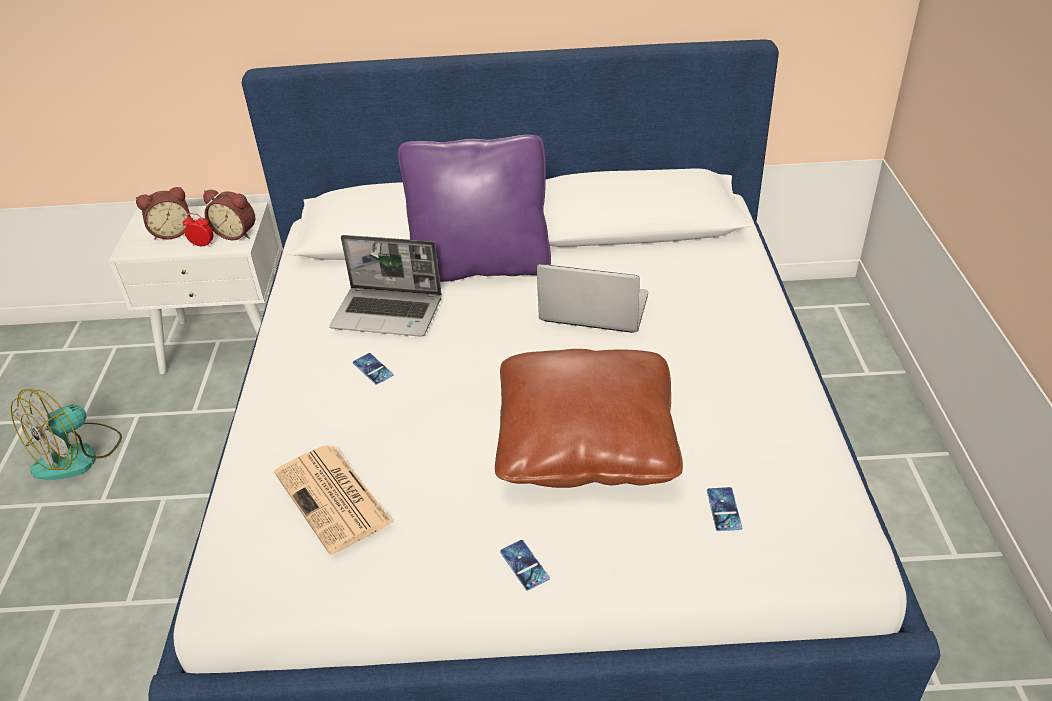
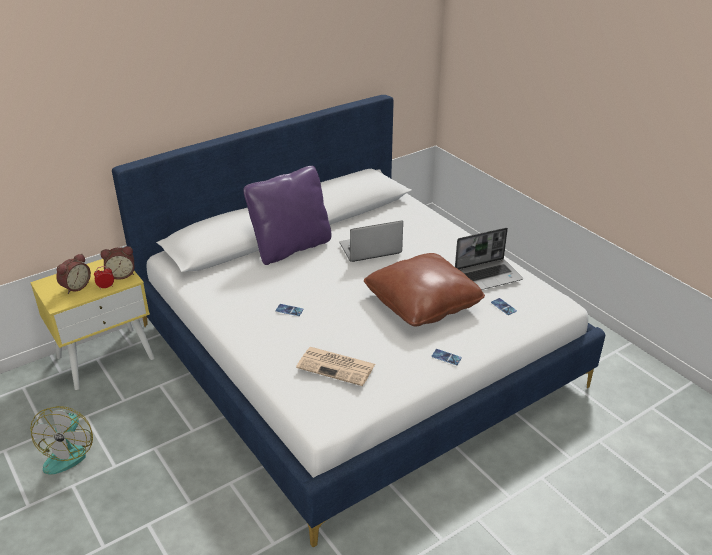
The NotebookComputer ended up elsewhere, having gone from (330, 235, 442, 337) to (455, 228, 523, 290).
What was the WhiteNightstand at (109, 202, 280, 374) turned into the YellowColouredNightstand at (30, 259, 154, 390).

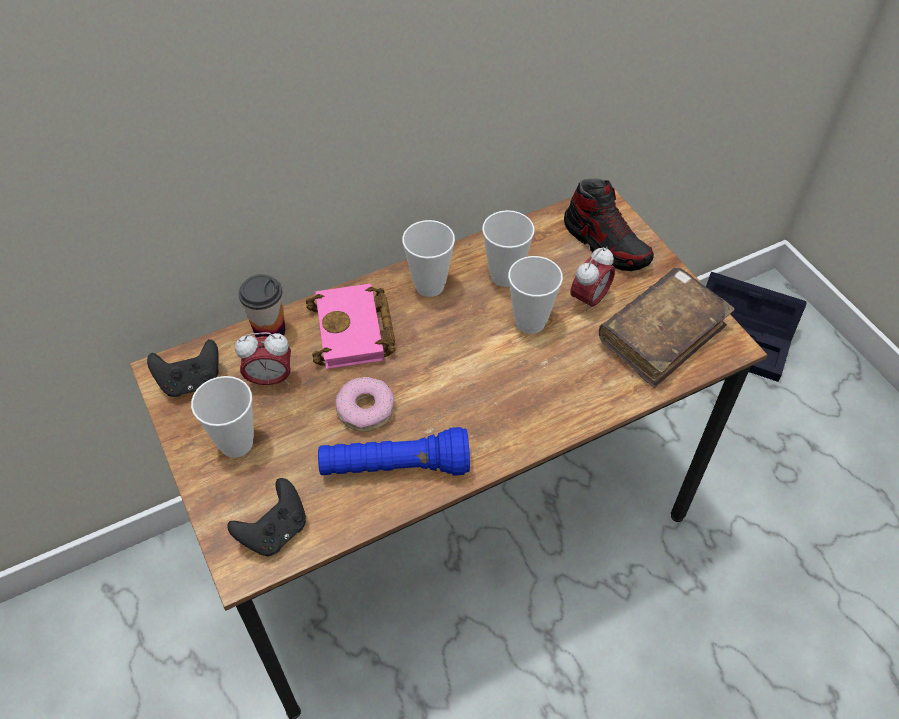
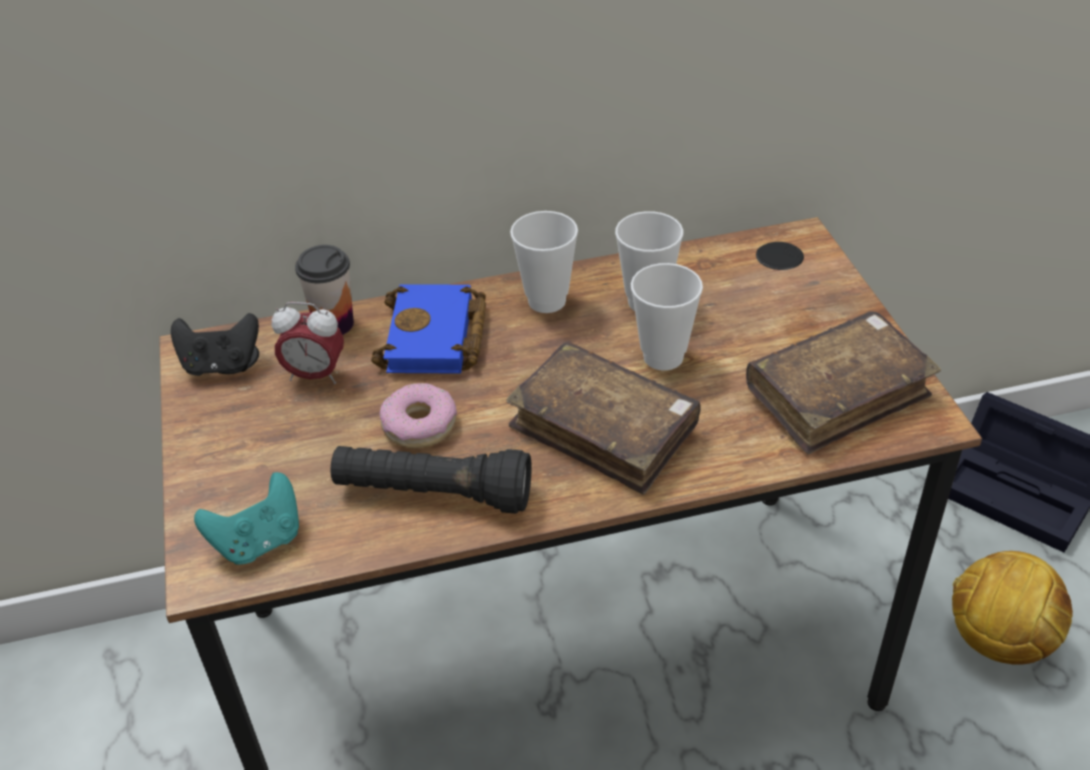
The second view lost the Cup at (191, 376, 254, 458).
The second view lost the ItemOfFootwear at (564, 178, 654, 271).
The second view lost the AlarmClock at (571, 246, 615, 314).
The second view gained the BrownBook at (507, 341, 701, 494).
The second view gained the FootballBall at (952, 551, 1073, 665).
What was the BlackColouredJoypad at (227, 478, 306, 556) turned into the BlueGreenJoypad at (194, 472, 299, 565).
What was the PinkColouredBook at (306, 284, 396, 369) turned into the BlueColouredBook at (371, 285, 486, 374).
What was the BlueColouredTorch at (318, 427, 470, 476) turned into the BlackColouredTorch at (331, 446, 532, 514).

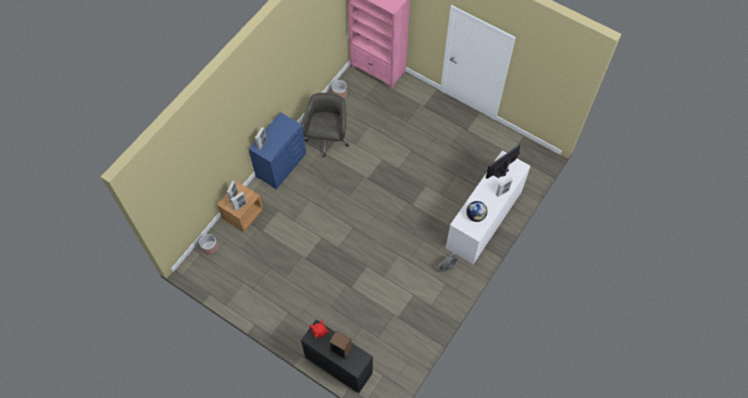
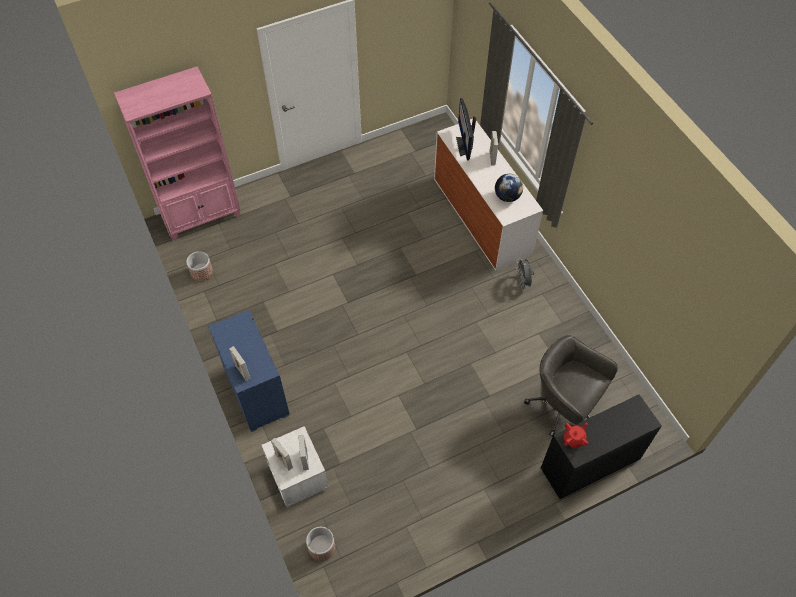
The second view lost the Loudspeaker at (329, 331, 352, 359).
The GrayComputerChair ended up elsewhere, having gone from (301, 93, 349, 157) to (524, 335, 618, 437).
What was the BrownNightstand at (217, 181, 263, 232) turned into the WhiteNightstand at (262, 426, 329, 507).

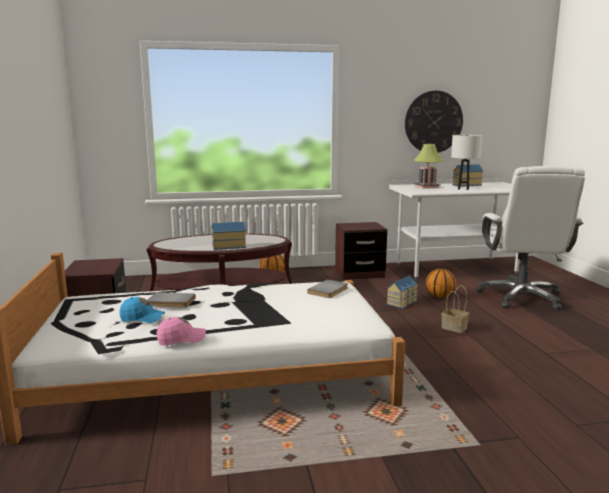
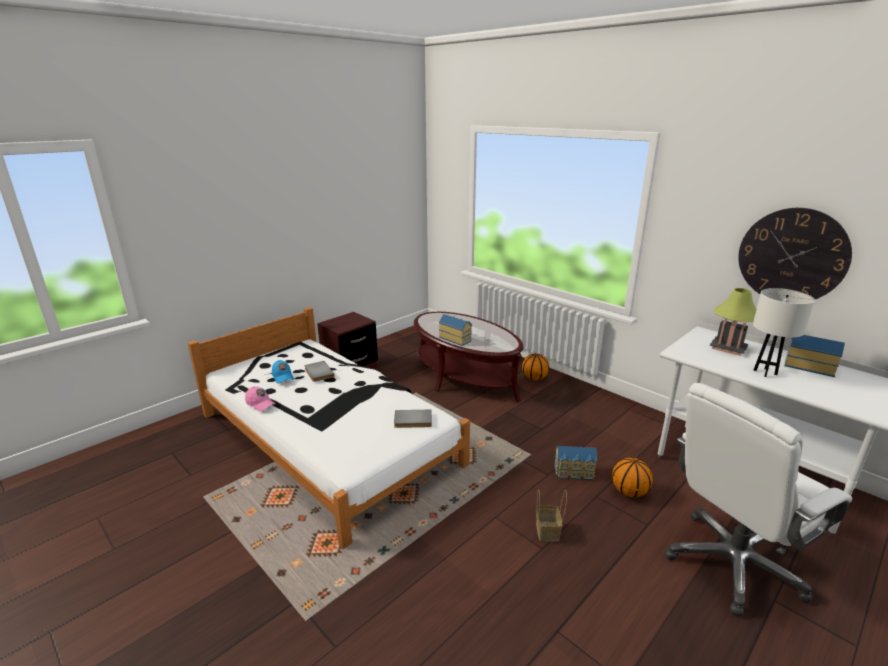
The second view lost the BrownNightstand at (335, 222, 387, 280).

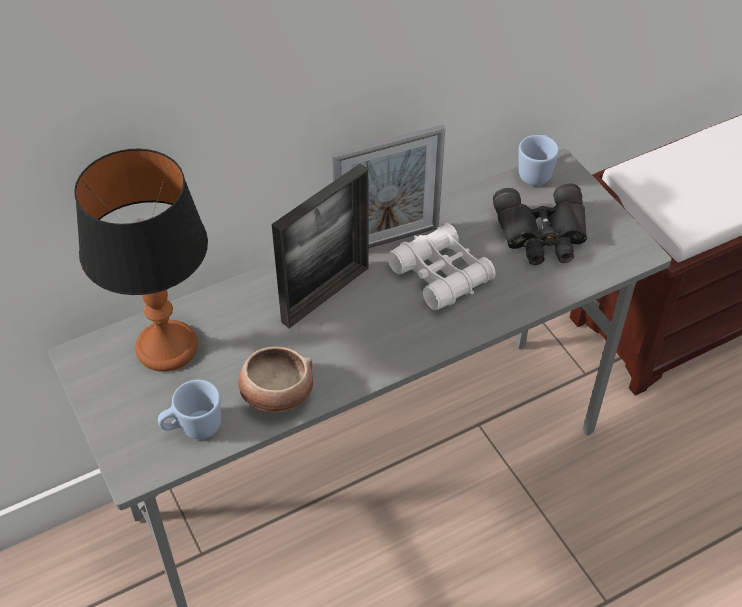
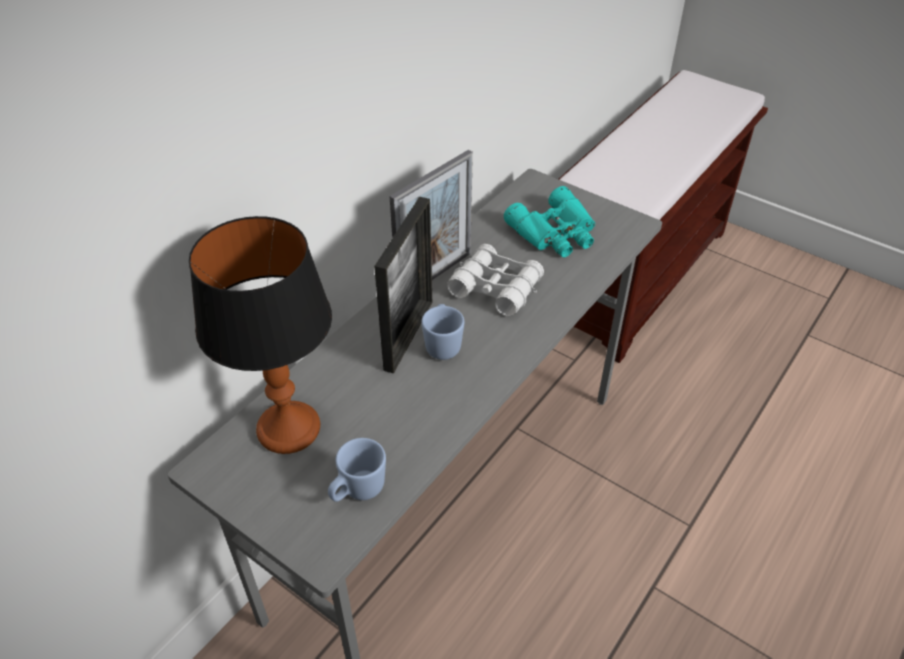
The second view lost the DeepDish at (239, 346, 313, 412).
The BlueColouredMug ended up elsewhere, having gone from (519, 135, 559, 186) to (421, 304, 464, 360).
What was the BlackColouredPairOfBinoculars at (493, 184, 587, 265) turned into the BlueGreenPairOfBinoculars at (504, 186, 595, 257).

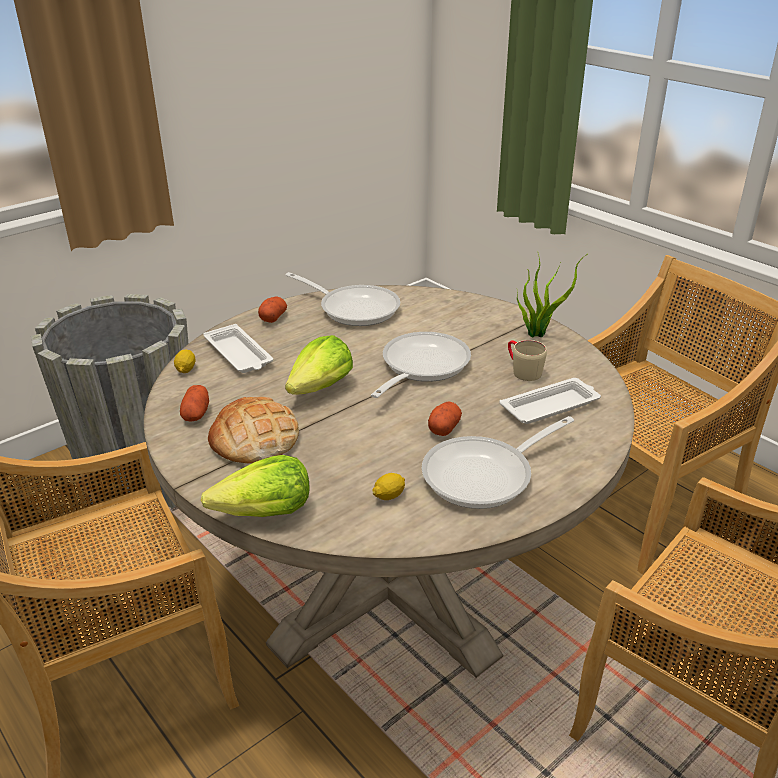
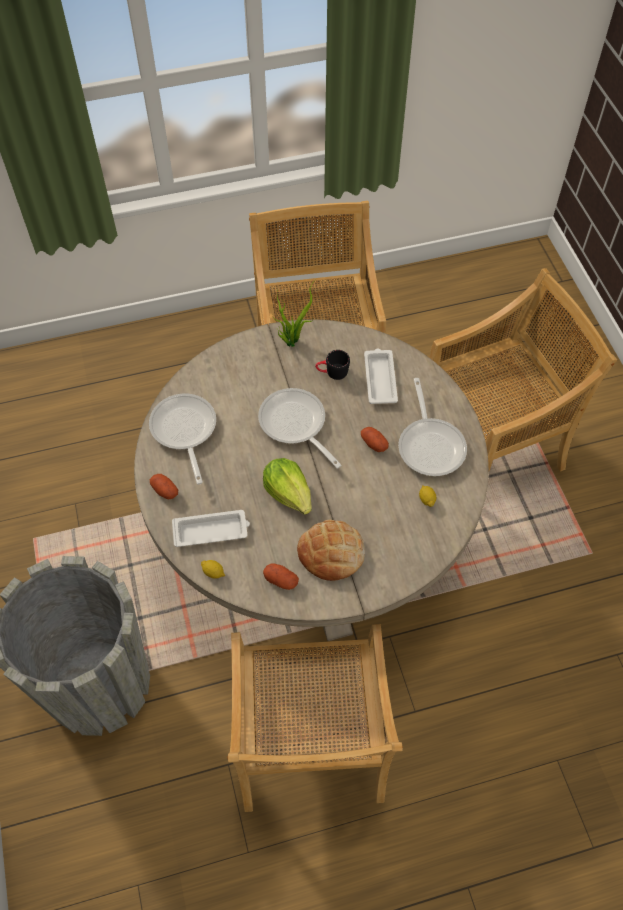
The second view lost the Lettuce at (201, 455, 309, 517).
What was the BeigeColouredMug at (508, 340, 547, 381) turned into the BlackColouredMug at (315, 350, 350, 380).
The FryingPan at (285, 272, 400, 326) ended up facing another way, 75 degrees counterclockwise from before.

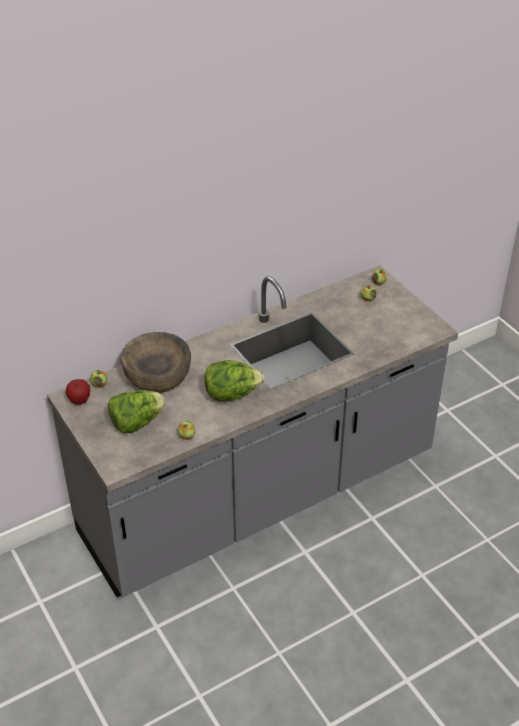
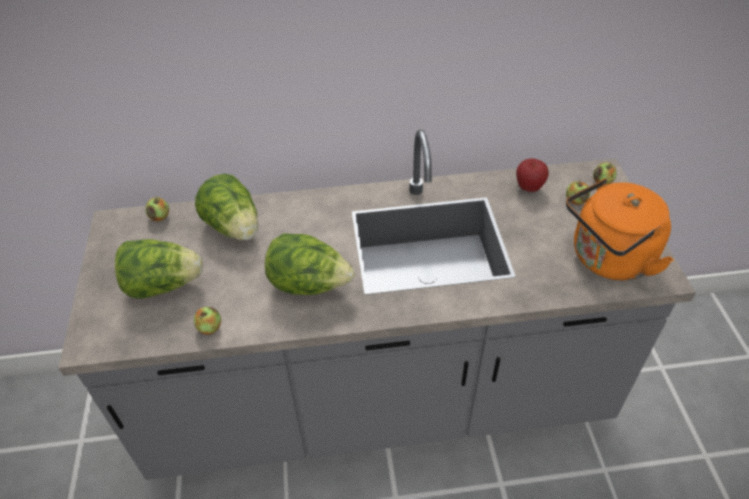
The second view gained the OrangeColouredWaterKettle at (566, 178, 674, 280).
The WholeApple ended up elsewhere, having gone from (66, 379, 90, 405) to (516, 158, 549, 192).
Where the BrownDeepDish stood at (121, 332, 191, 393), the Lettuce came to stand at (195, 174, 258, 240).

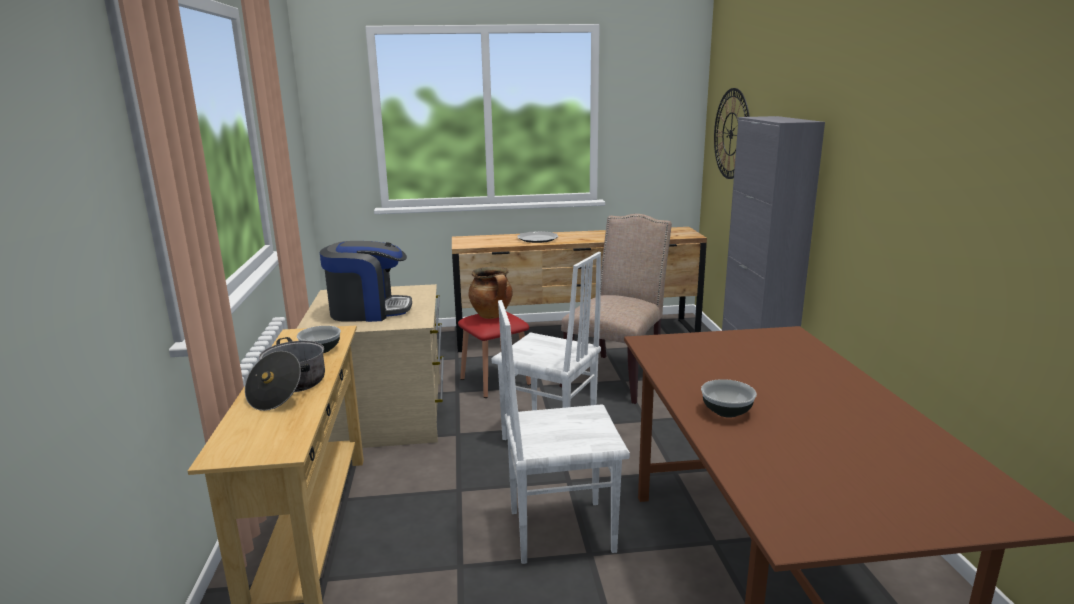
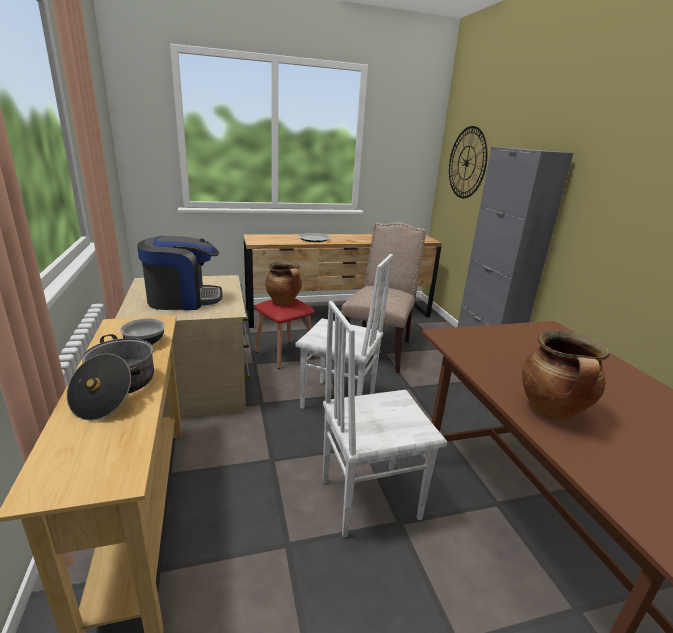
Where the DeepDish stood at (701, 379, 757, 418), the CookingPot came to stand at (522, 330, 609, 420).

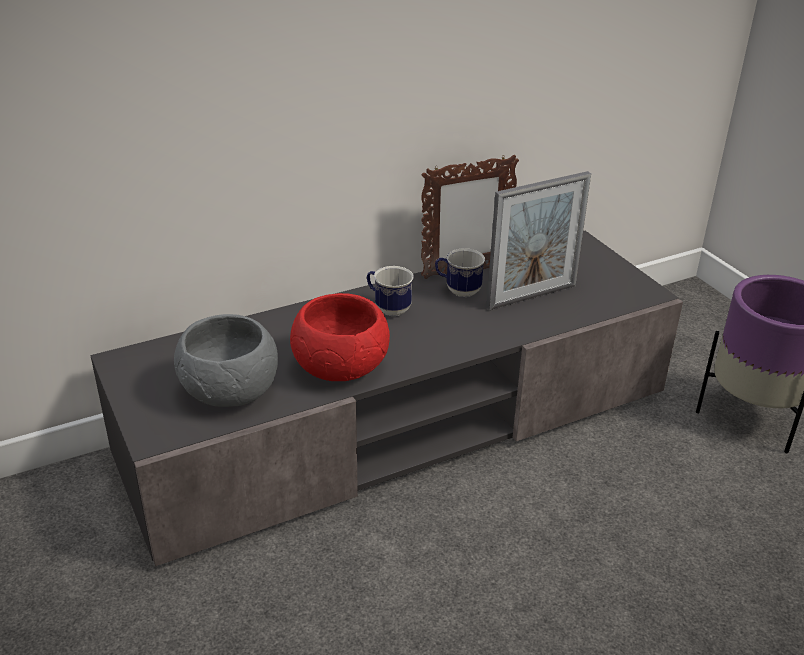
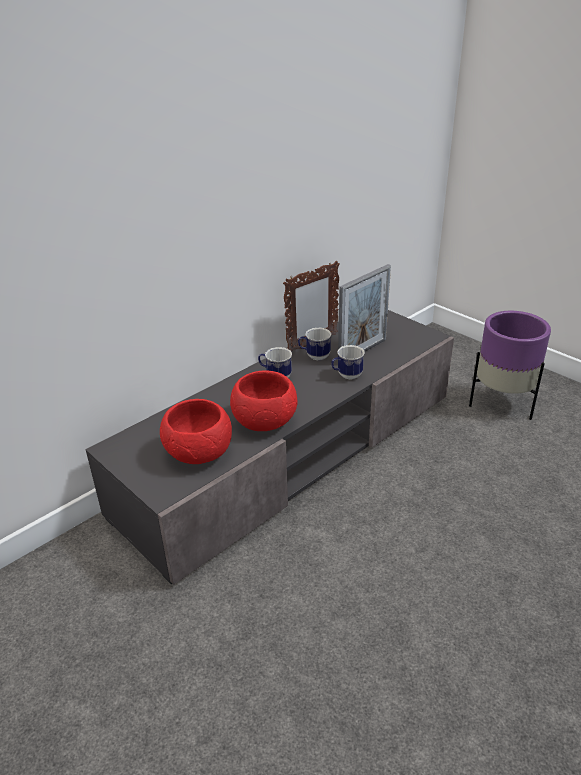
The second view gained the Mug at (331, 345, 365, 379).
What was the GrayDeepDish at (174, 314, 278, 407) turned into the RedDeepDish at (160, 399, 232, 464).

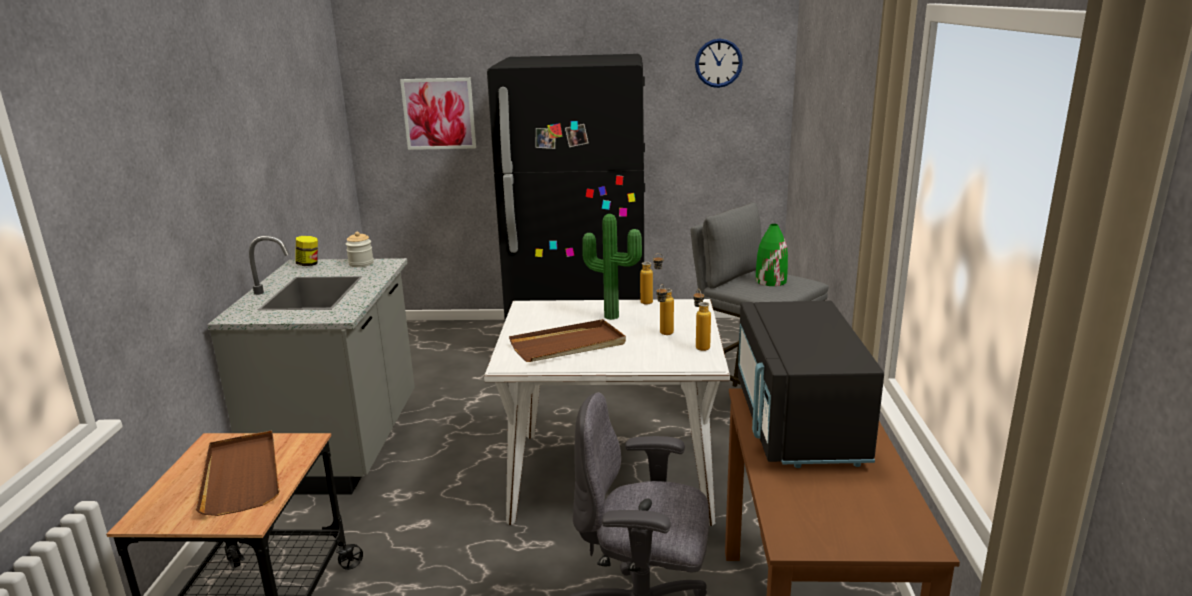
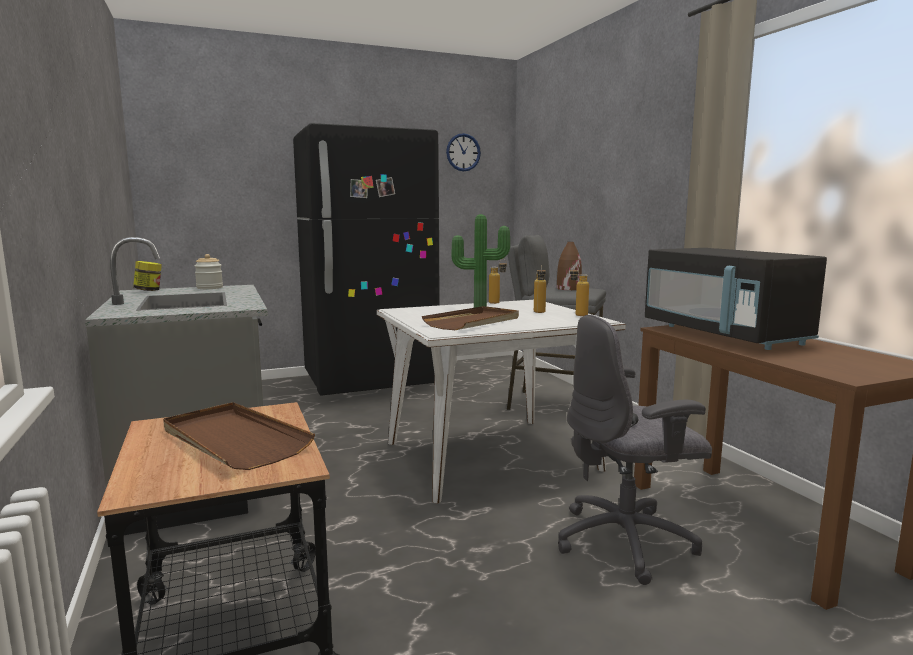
The second view lost the Picture at (400, 78, 476, 150).
What was the GreenVase at (756, 224, 788, 286) turned into the BrownVase at (557, 242, 582, 290).

